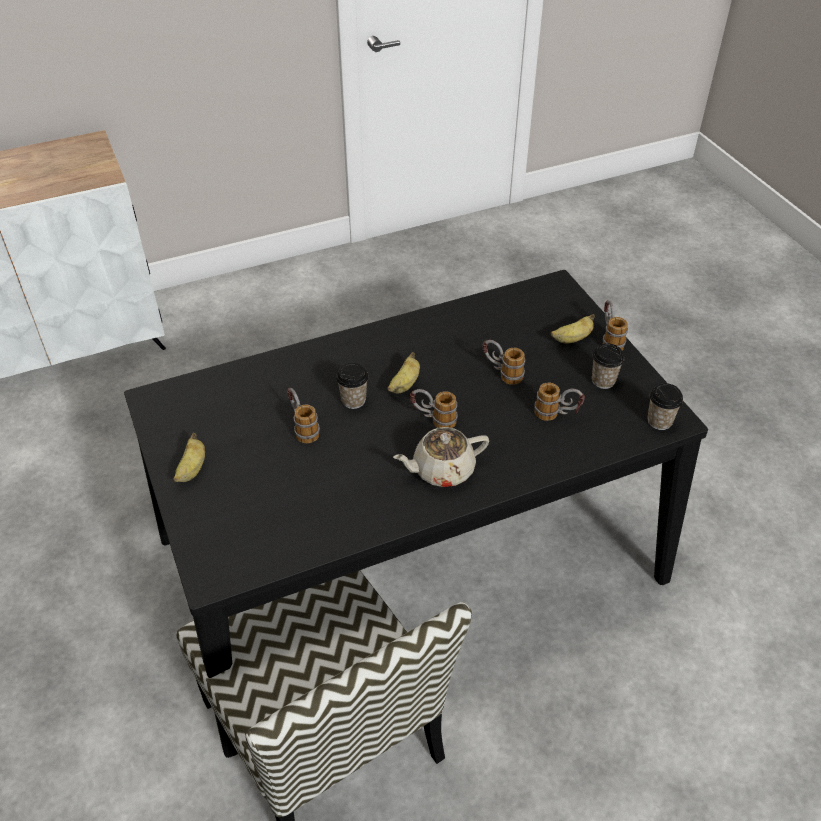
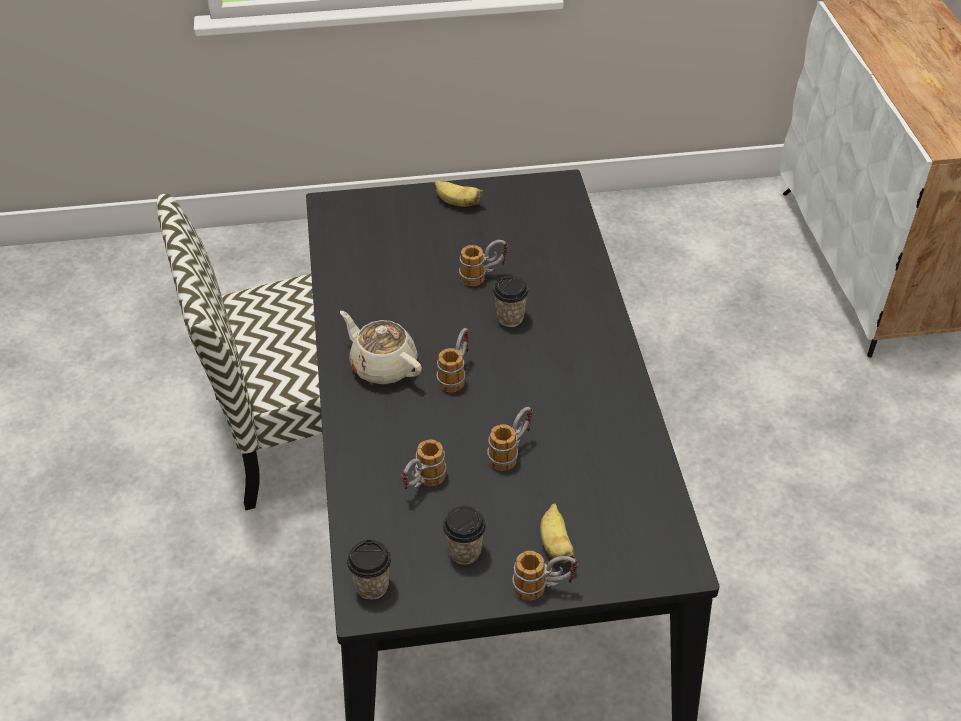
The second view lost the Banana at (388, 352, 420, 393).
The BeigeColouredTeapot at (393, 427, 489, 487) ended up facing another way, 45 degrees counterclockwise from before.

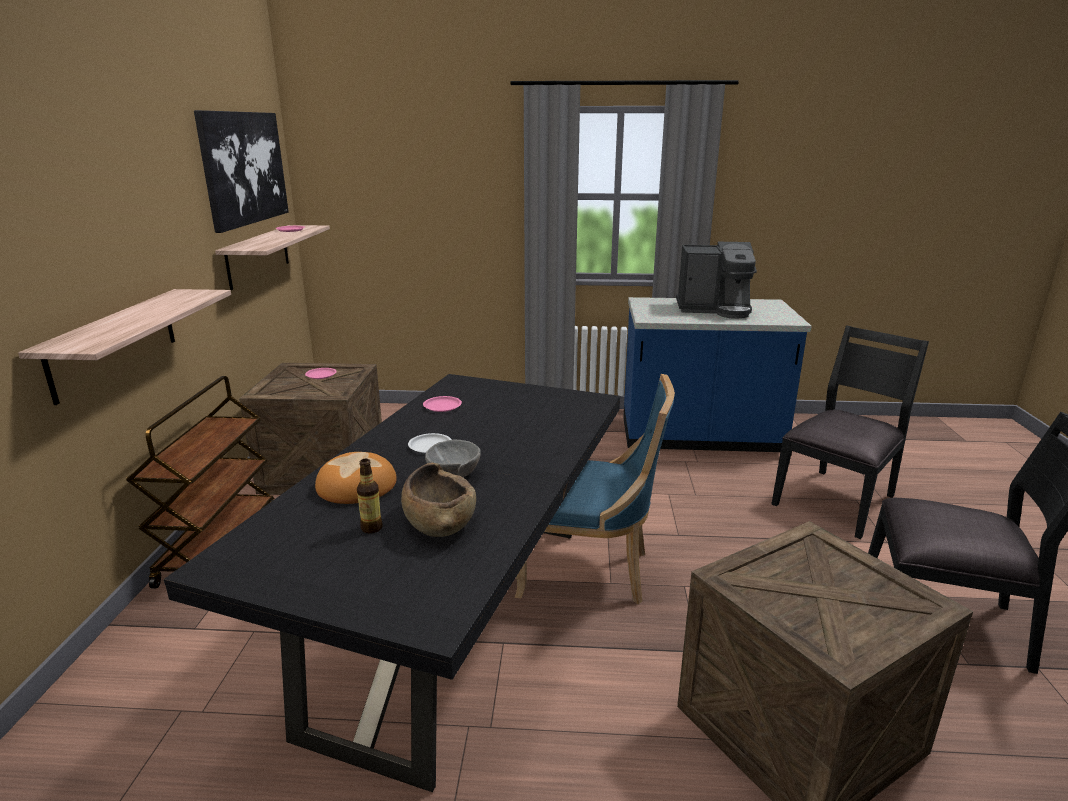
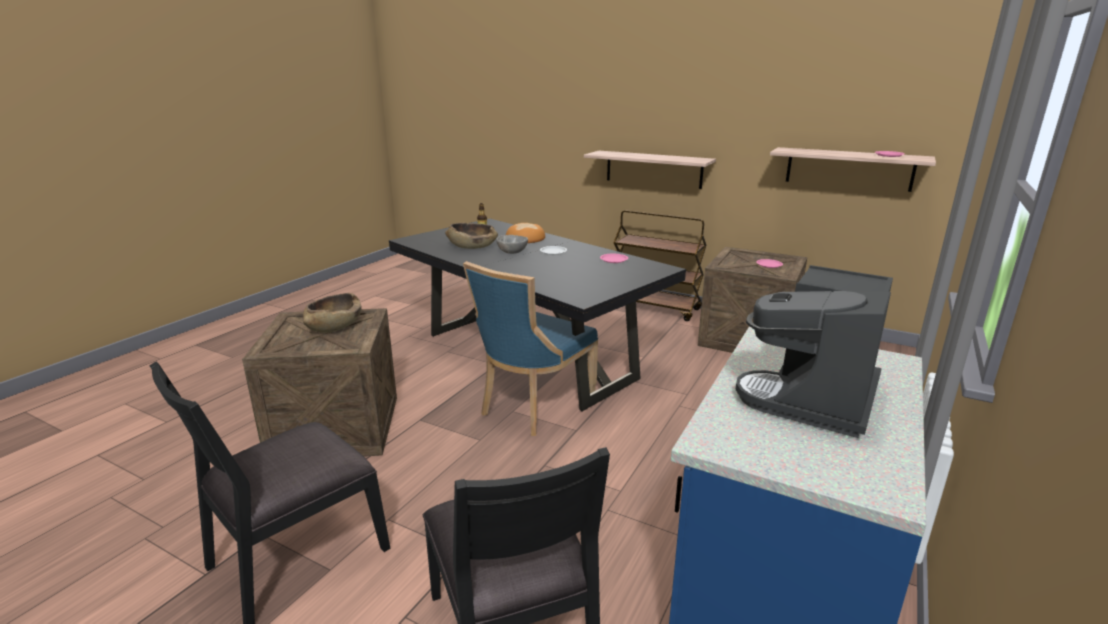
The second view lost the Picture at (194, 110, 289, 233).
The second view gained the BrownDeepDish at (303, 293, 362, 333).

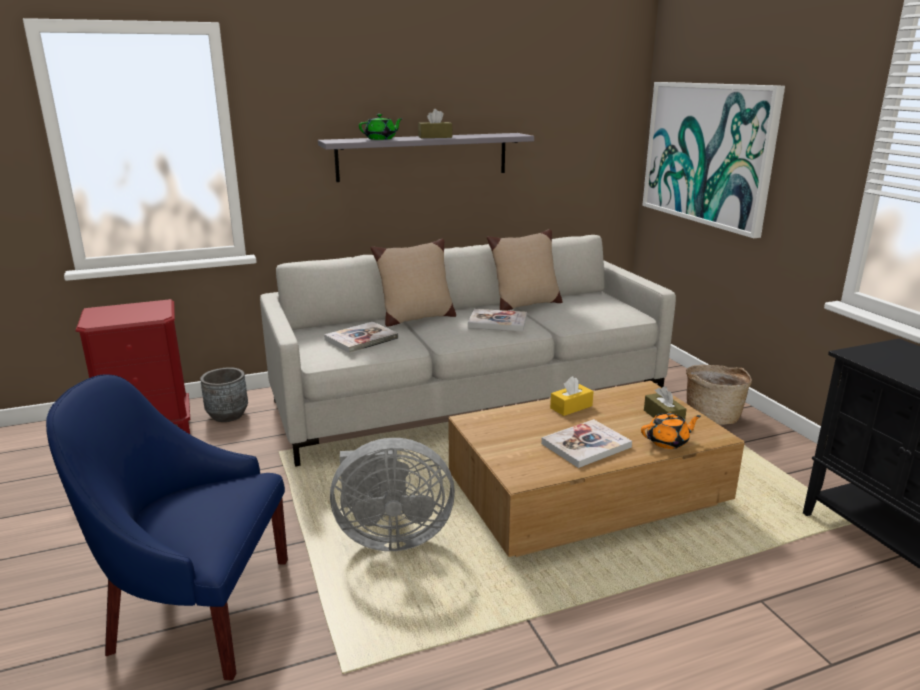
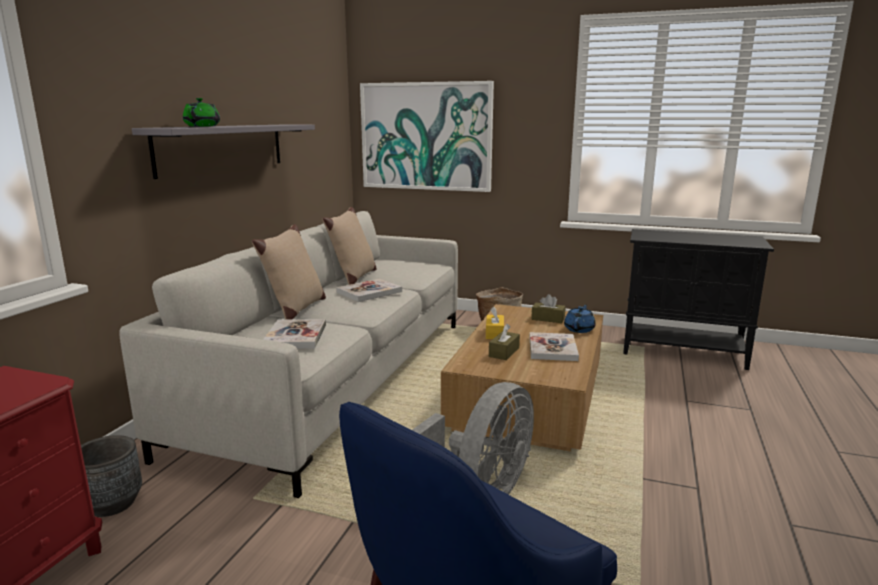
The BrownBoxOfTissues ended up elsewhere, having gone from (418, 109, 452, 138) to (489, 324, 520, 360).
What was the OrangeColouredTeapot at (641, 413, 701, 449) turned into the BlueColouredTeapot at (564, 304, 596, 333).

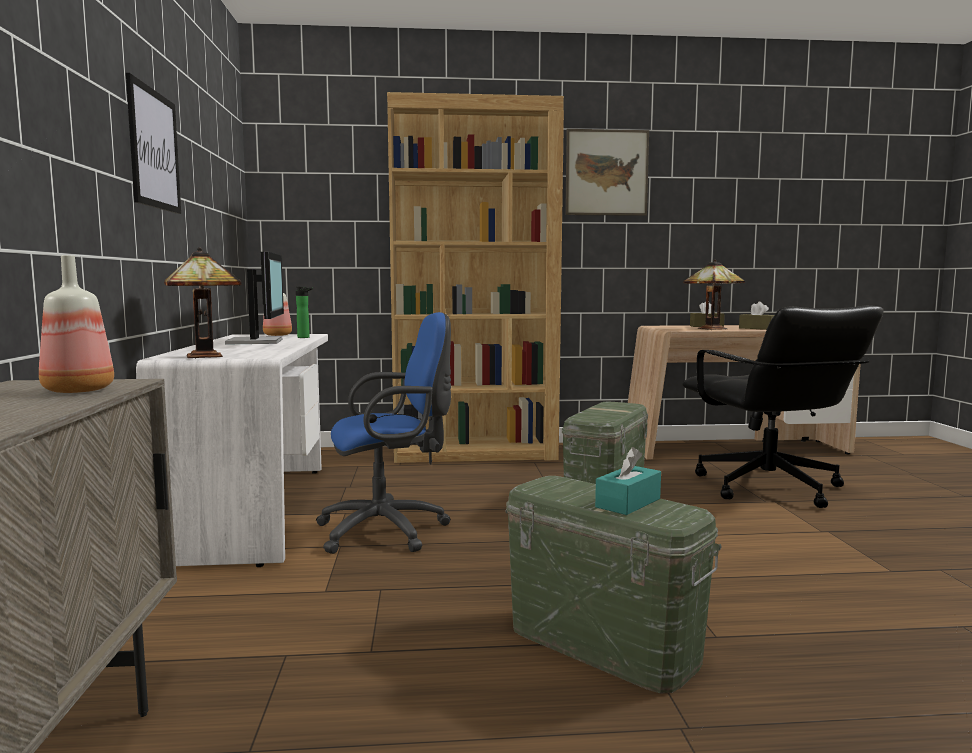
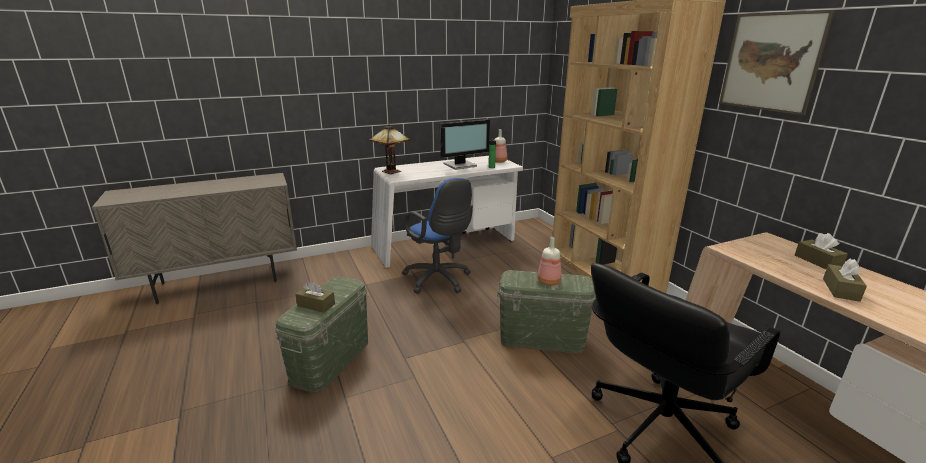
The second view lost the Picture at (126, 73, 181, 214).
The second view lost the TabletopLamp at (683, 260, 745, 330).
The DrinkBottle ended up elsewhere, having gone from (39, 255, 114, 393) to (537, 237, 562, 286).
What was the BlueGreenBoxOfTissues at (595, 447, 661, 515) turned into the BrownBoxOfTissues at (296, 281, 335, 313).

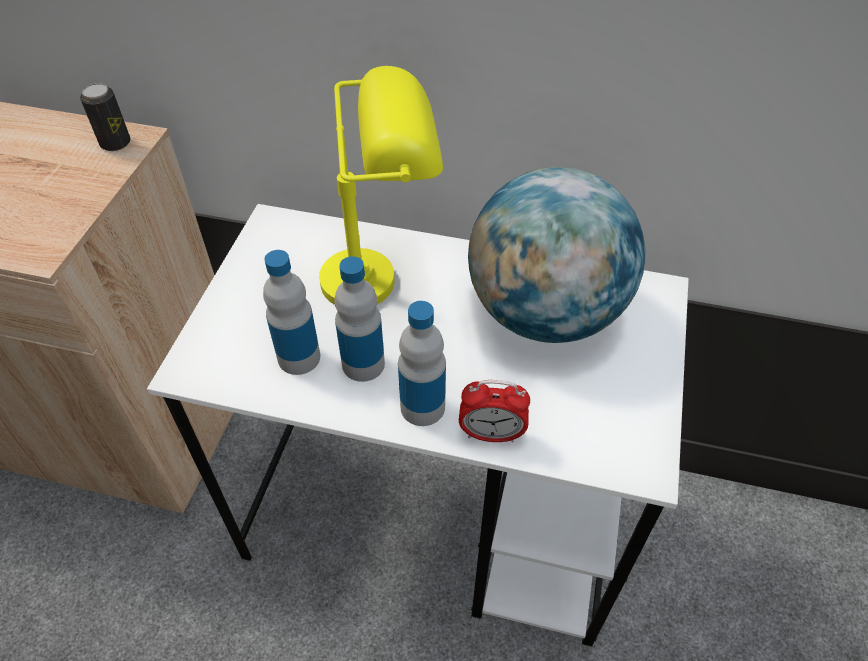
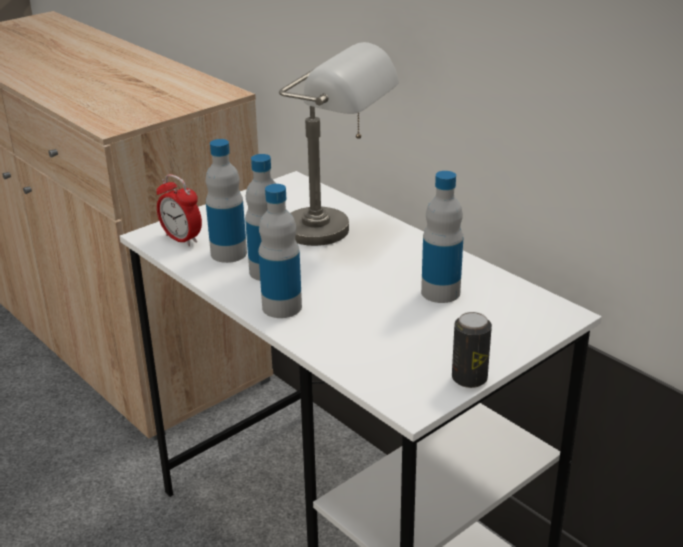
The MetalCan ended up elsewhere, having gone from (80, 83, 131, 151) to (452, 312, 492, 388).
The AlarmClock ended up elsewhere, having gone from (459, 380, 530, 442) to (156, 174, 202, 246).
Where the DeskGlobe stood at (468, 167, 646, 343), the DrinkBottle came to stand at (421, 171, 463, 303).
What was the YellowColouredTabletopLamp at (319, 66, 443, 305) turned into the GrayTabletopLamp at (279, 42, 399, 246).

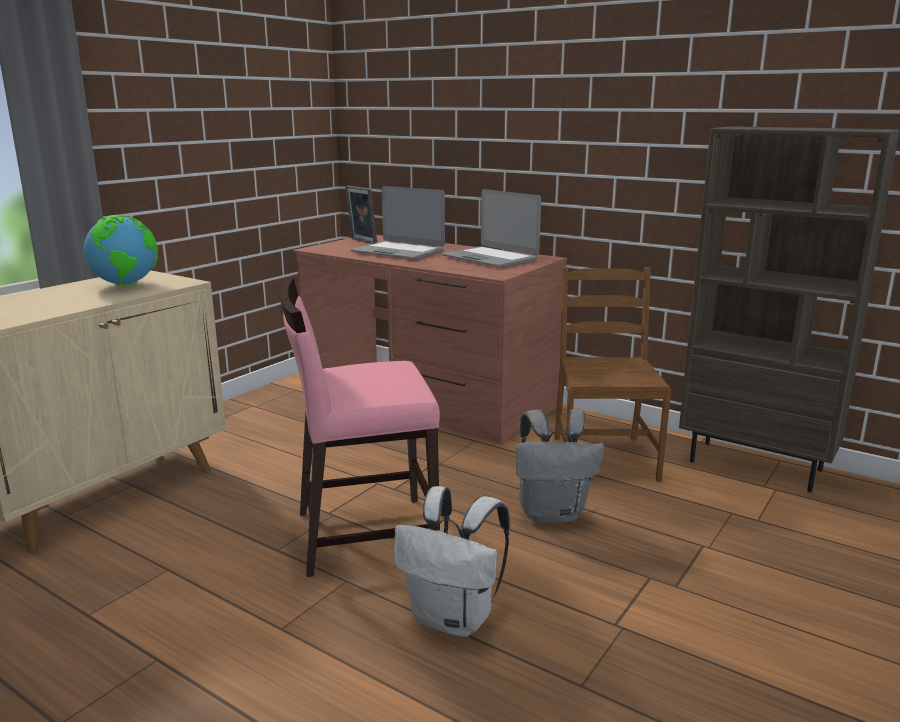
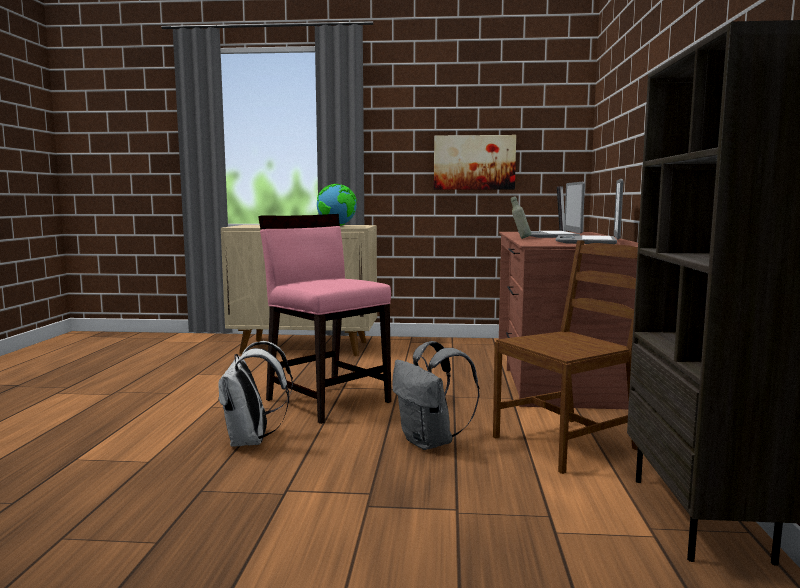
The second view gained the Picture at (434, 135, 516, 190).
The second view gained the GrayDrinkBottle at (511, 196, 531, 239).

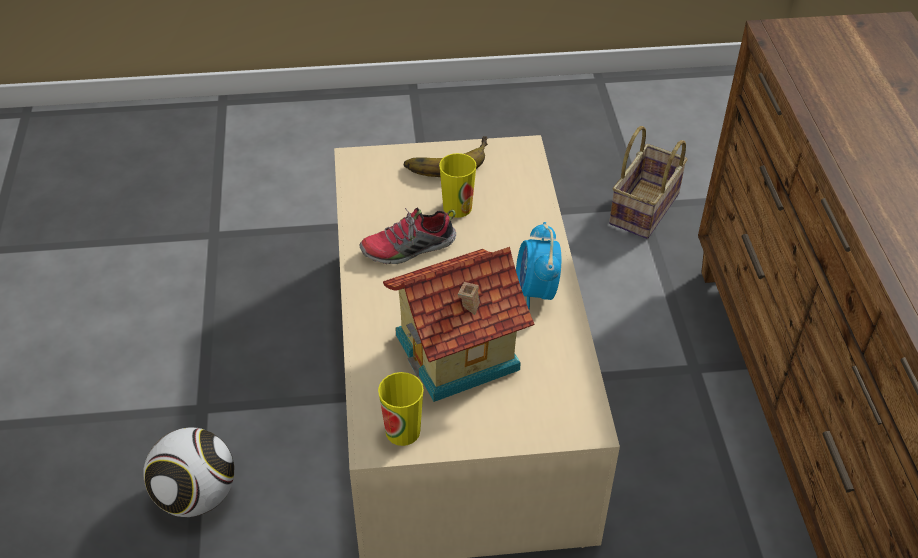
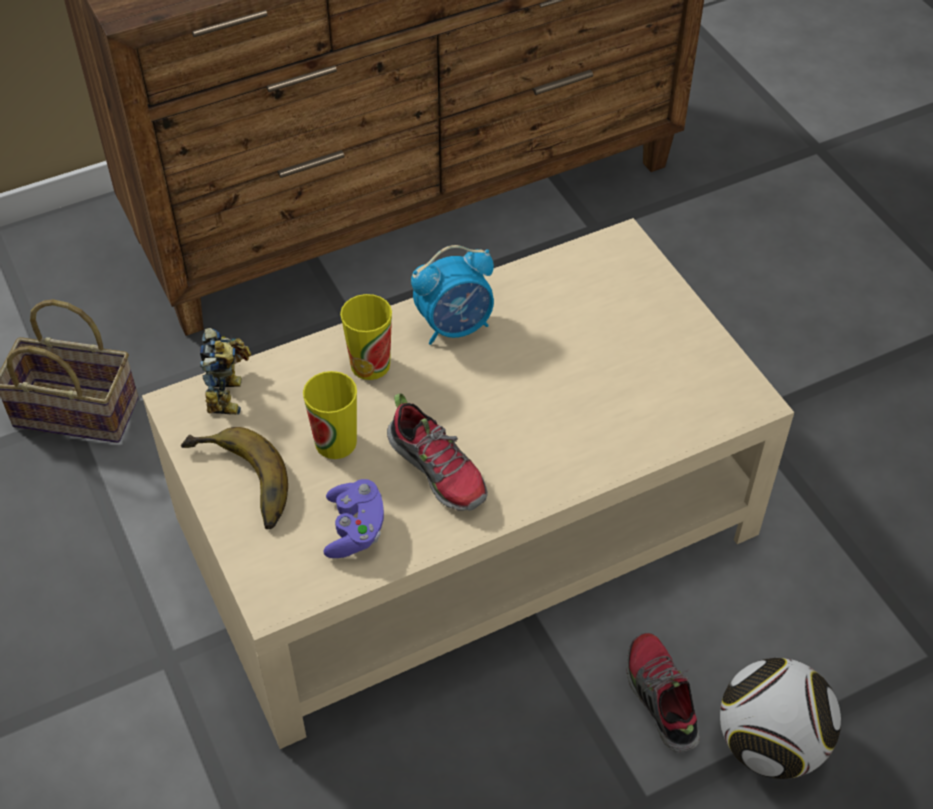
The second view lost the MiniatureHouse at (383, 247, 534, 402).
The second view gained the ToyRobot at (200, 328, 252, 415).
The second view gained the PurplishJoypad at (323, 479, 384, 558).
The second view gained the ItemOfFootwear at (627, 633, 700, 752).
The Cup ended up elsewhere, having gone from (378, 372, 424, 446) to (340, 294, 392, 380).

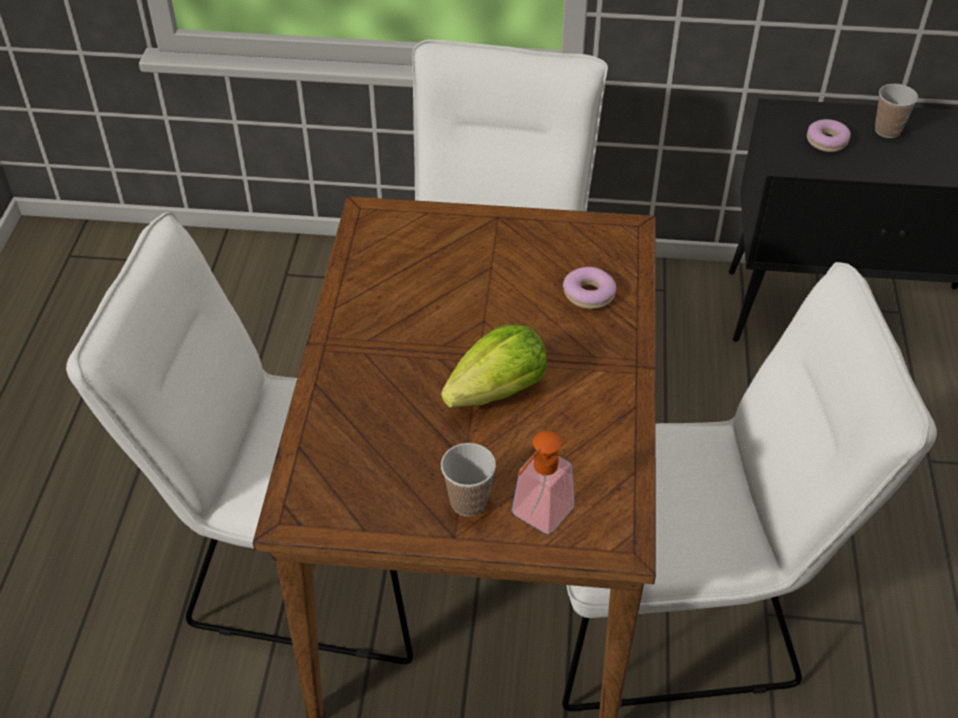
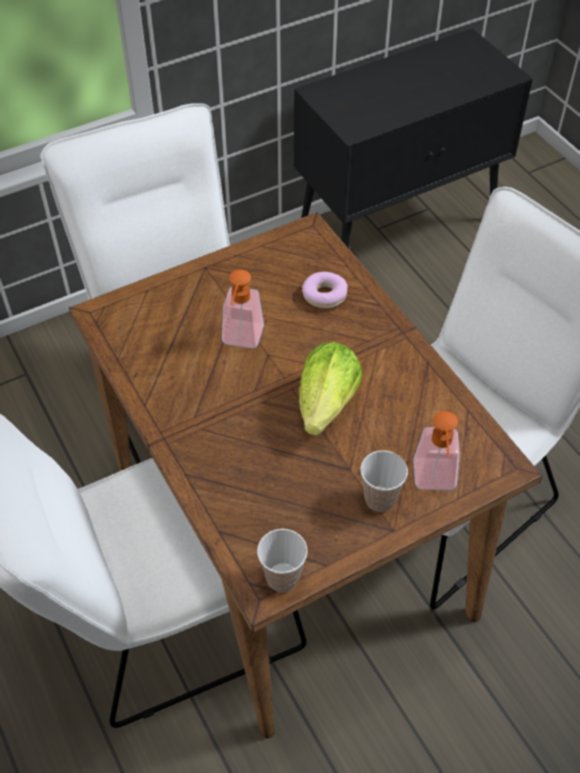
The second view lost the RingDoughnut at (807, 119, 851, 152).
The second view gained the SoapDispenser at (222, 270, 264, 348).
The Cup ended up elsewhere, having gone from (875, 84, 918, 138) to (257, 529, 308, 592).

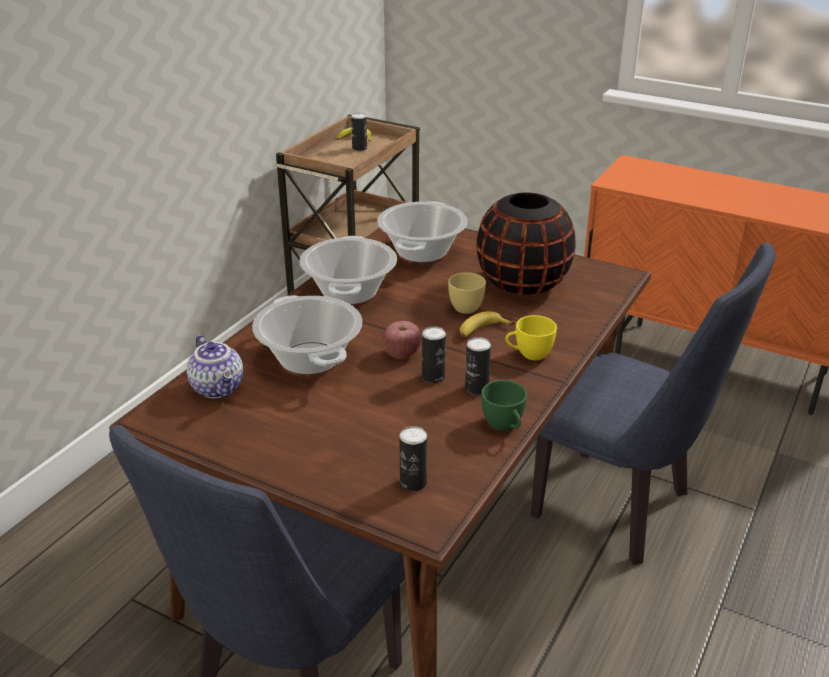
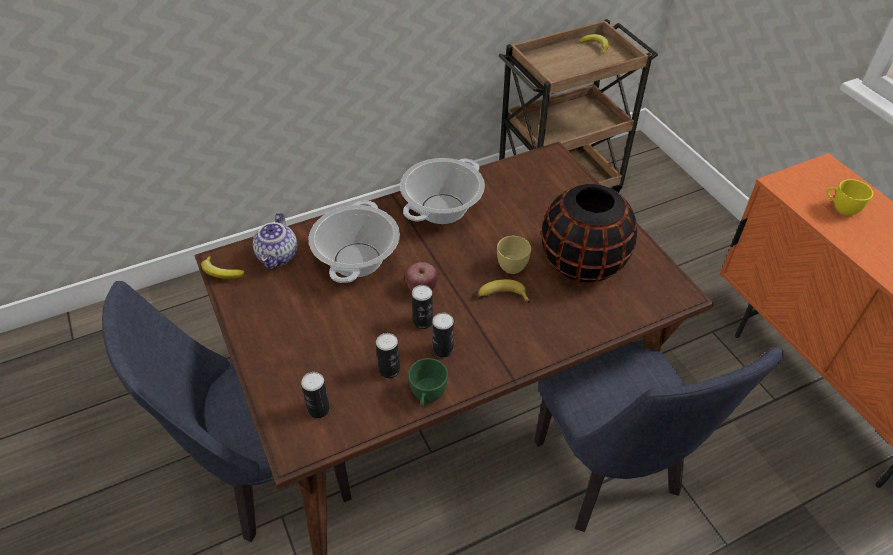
The second view lost the CookingPot at (377, 201, 468, 262).
The second view gained the Banana at (201, 256, 245, 279).
The MetalCan ended up elsewhere, having gone from (351, 113, 367, 151) to (376, 333, 400, 379).
The YellowColouredCup ended up elsewhere, having gone from (506, 315, 557, 360) to (826, 179, 873, 216).

